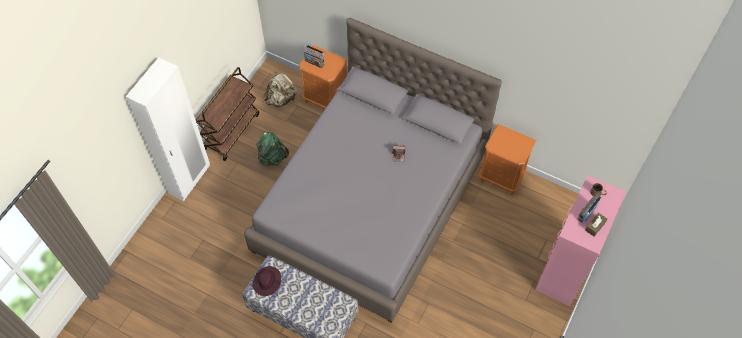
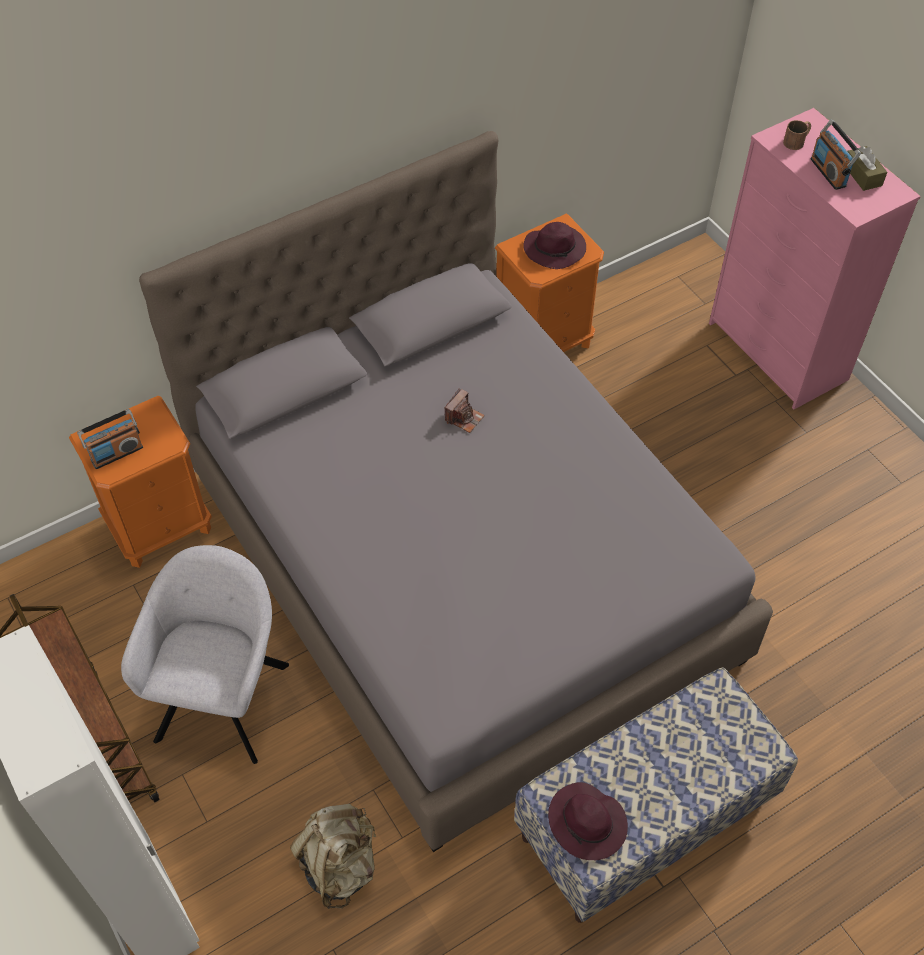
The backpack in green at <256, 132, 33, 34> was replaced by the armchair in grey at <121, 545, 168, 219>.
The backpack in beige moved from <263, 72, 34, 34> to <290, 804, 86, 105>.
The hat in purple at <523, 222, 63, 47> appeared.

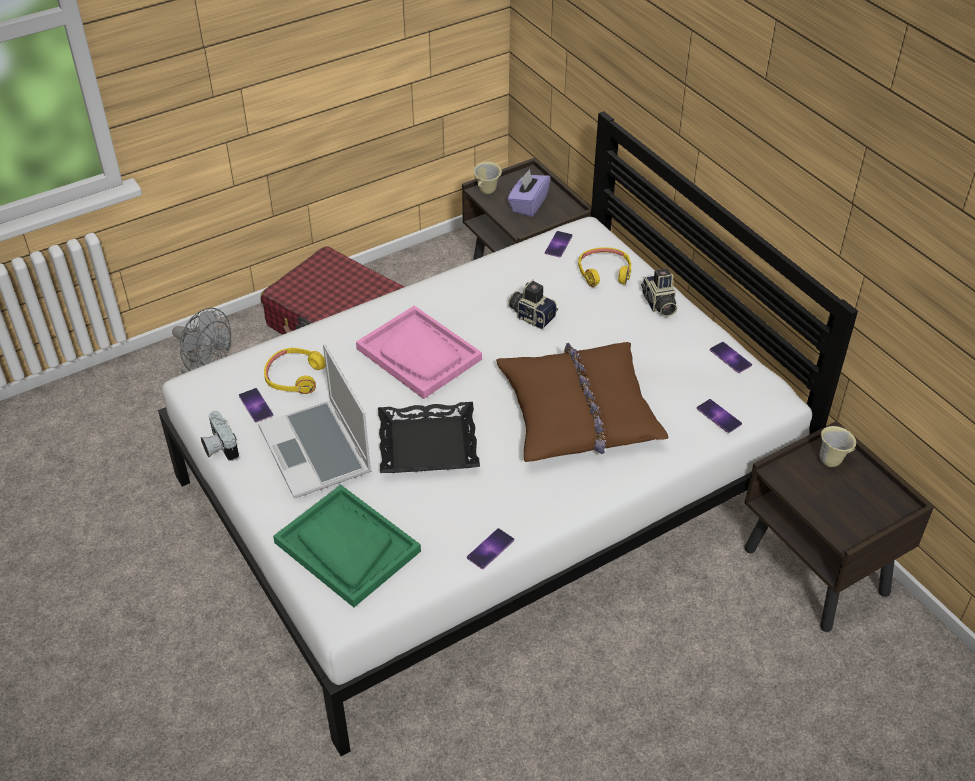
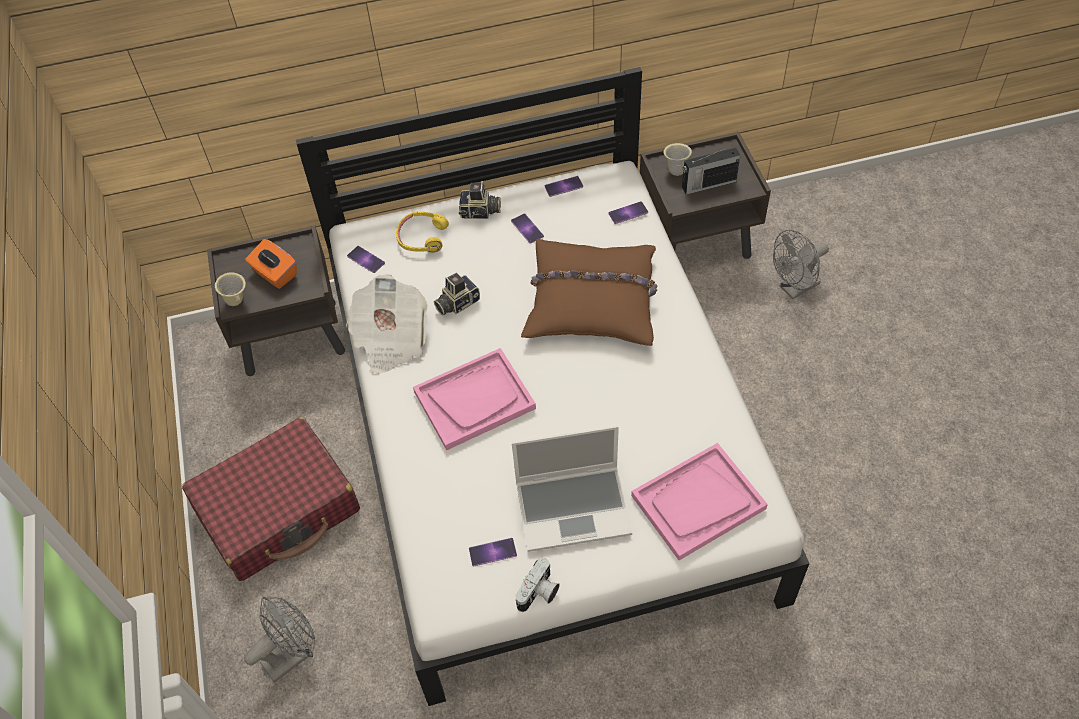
The photo camera at <201, 411, 38, 50> turned 45 degrees counterclockwise.
The headphones in yellow at <264, 348, 61, 46> disappeared.
The tray in green at <273, 485, 148, 122> became the tray in pink at <631, 443, 137, 117>.
The tray in black at <378, 402, 102, 71> disappeared.
The phone moved from <467, 528, 47, 41> to <511, 213, 33, 31>.
The tissue box in purple at <507, 169, 44, 48> became the tissue box in orange at <245, 239, 52, 50>.
The newspaper at <346, 274, 82, 100> appeared.
The radio at <682, 145, 58, 50> appeared.
The fan in grey at <773, 230, 56, 69> appeared.

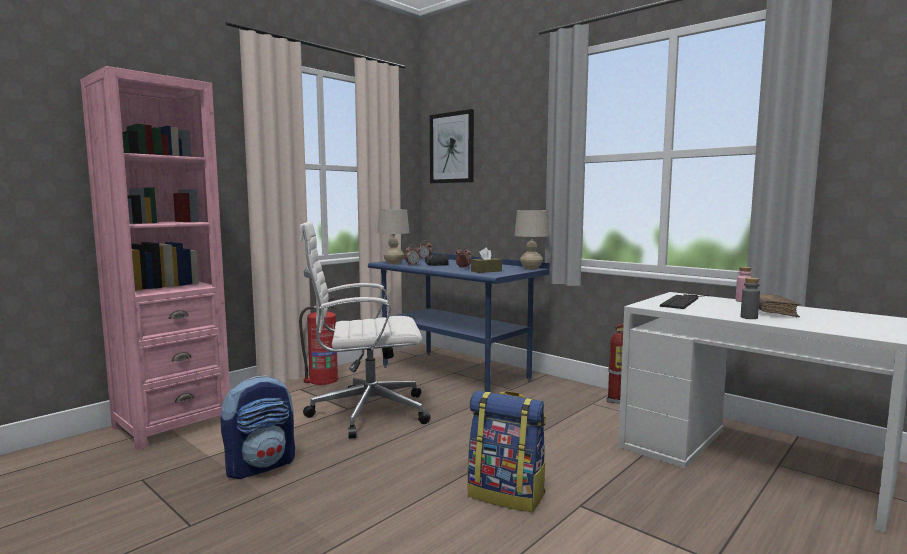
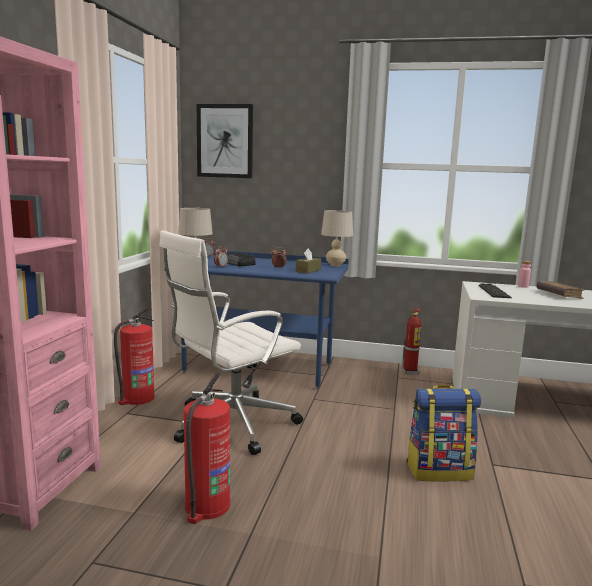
The backpack at <220, 375, 75, 104> was replaced by the fire extinguisher at <184, 373, 46, 151>.
The bottle in grey at <741, 277, 19, 42> disappeared.

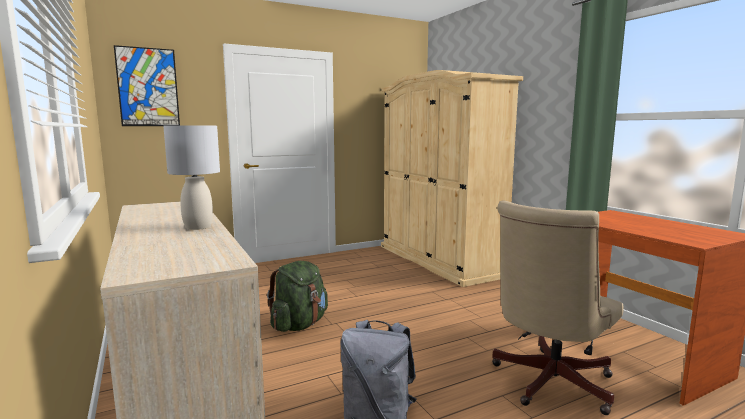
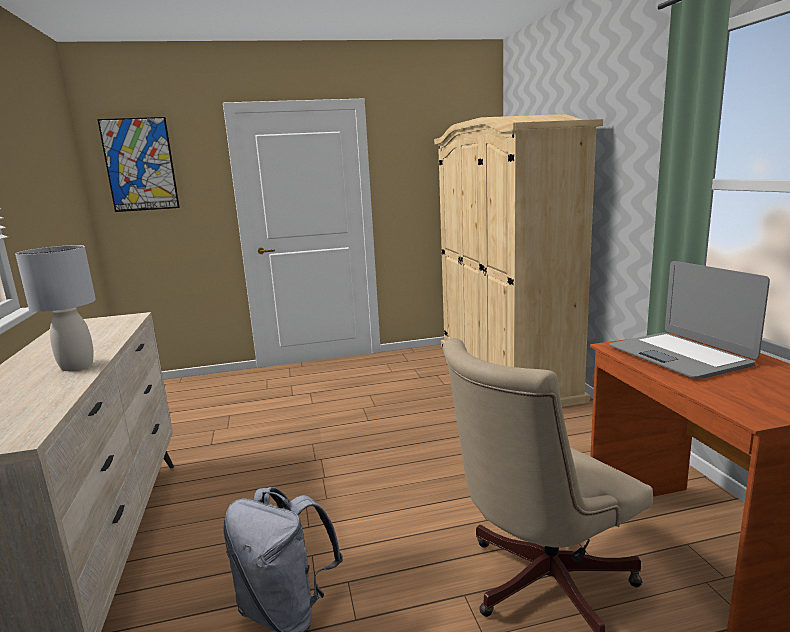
The backpack in green at <267, 261, 61, 71> disappeared.
The laptop at <609, 261, 161, 118> appeared.

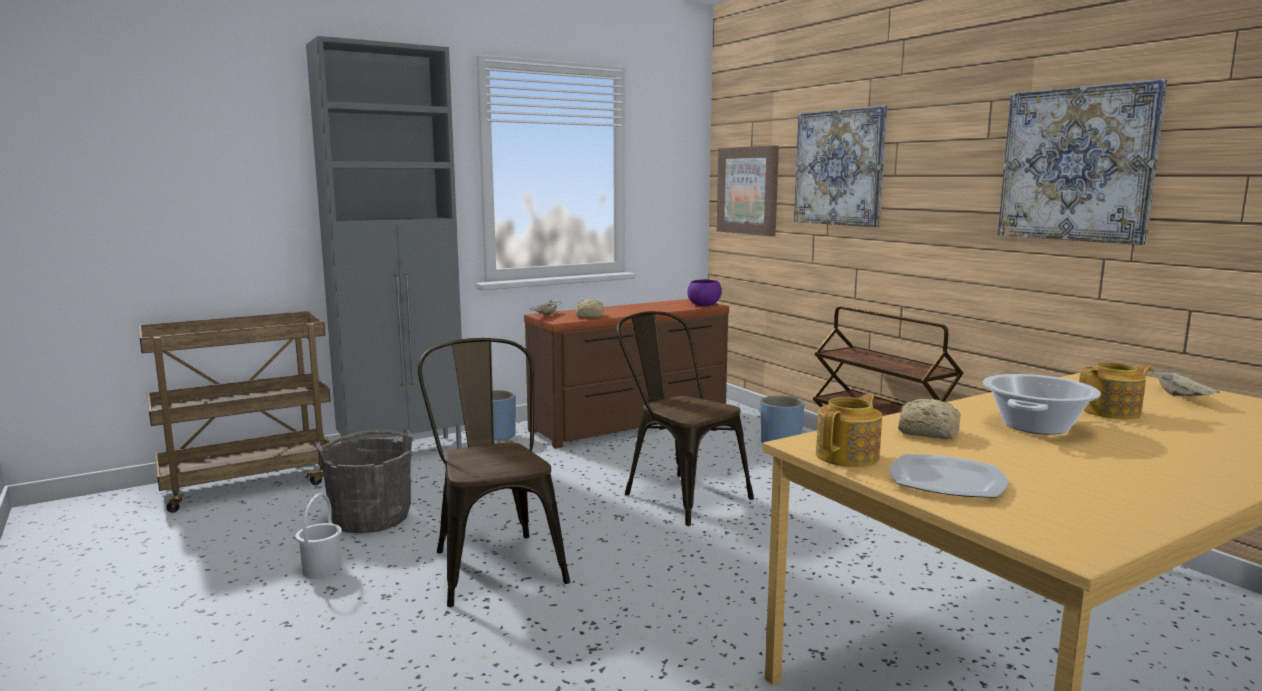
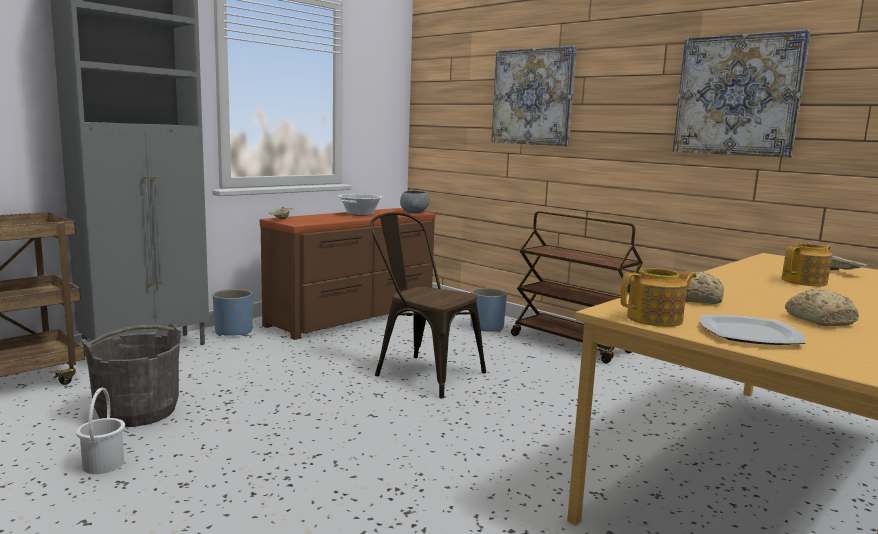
The chair in brown at <418, 338, 152, 269> disappeared.
The bread moved from <576, 299, 28, 19> to <785, 289, 74, 37>.
The bowl in purple at <687, 279, 35, 27> became the bowl in grey at <400, 191, 30, 22>.
The picture at <717, 146, 62, 90> disappeared.
The teapot at <816, 394, 66, 73> turned 45 degrees clockwise.
The cooking pot moved from <983, 374, 118, 61> to <338, 194, 45, 22>.

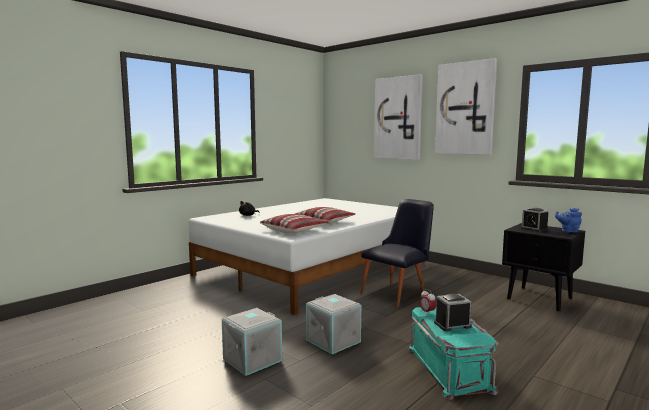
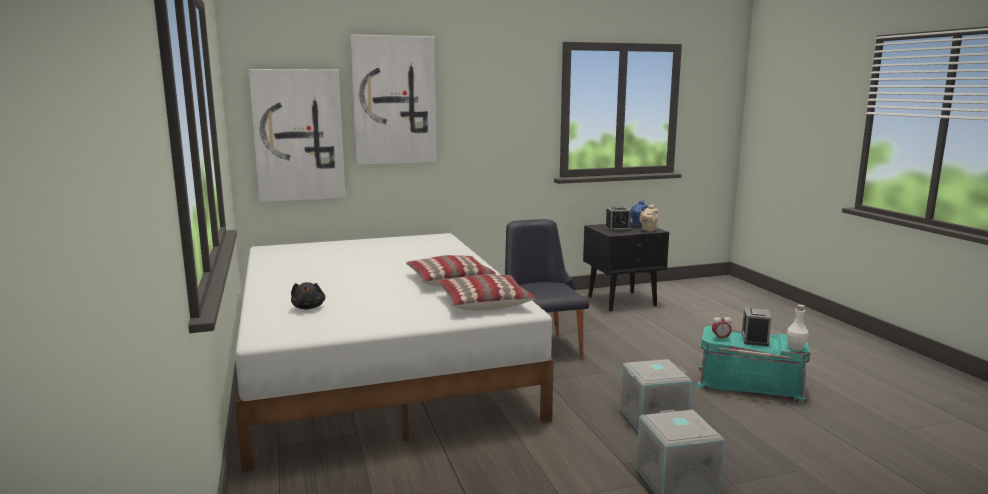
The picture moved from <435, 58, 62, 97> to <248, 69, 98, 133>.
The teapot in beige at <639, 204, 19, 28> appeared.
The bottle in white at <787, 304, 21, 47> appeared.

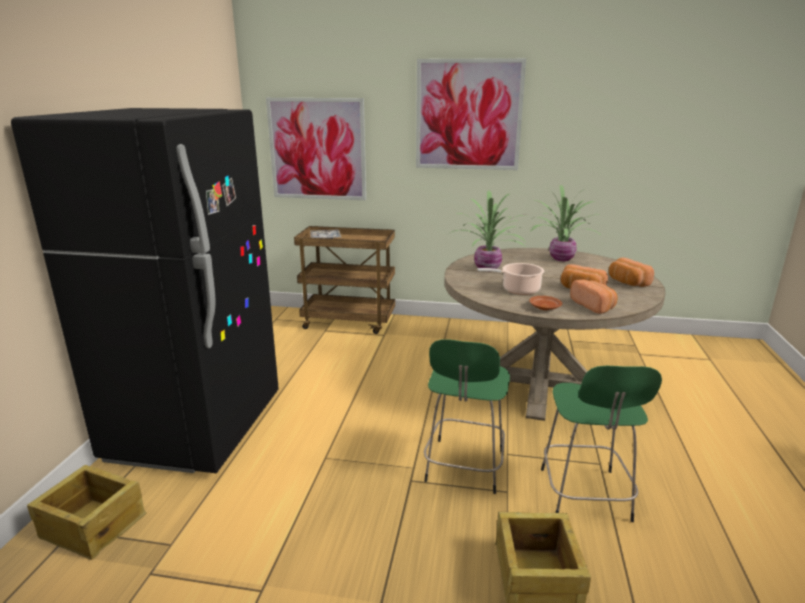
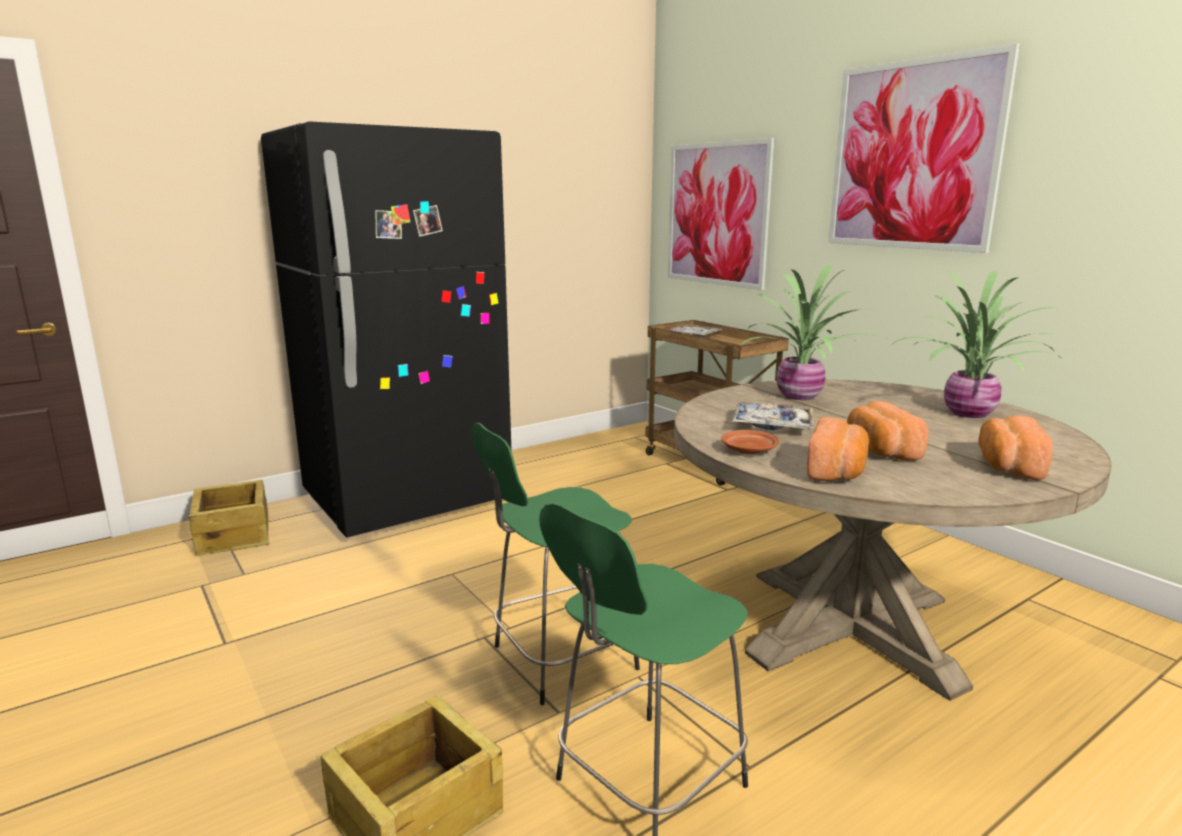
The cooking pot at <477, 263, 67, 32> was replaced by the tray at <732, 402, 81, 28>.

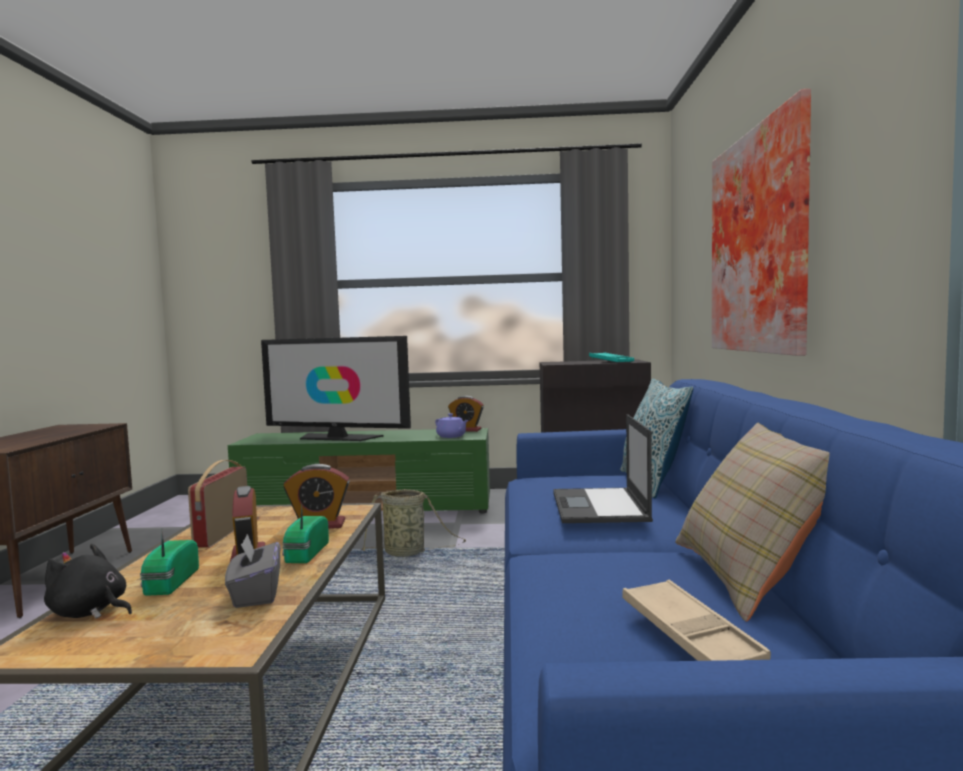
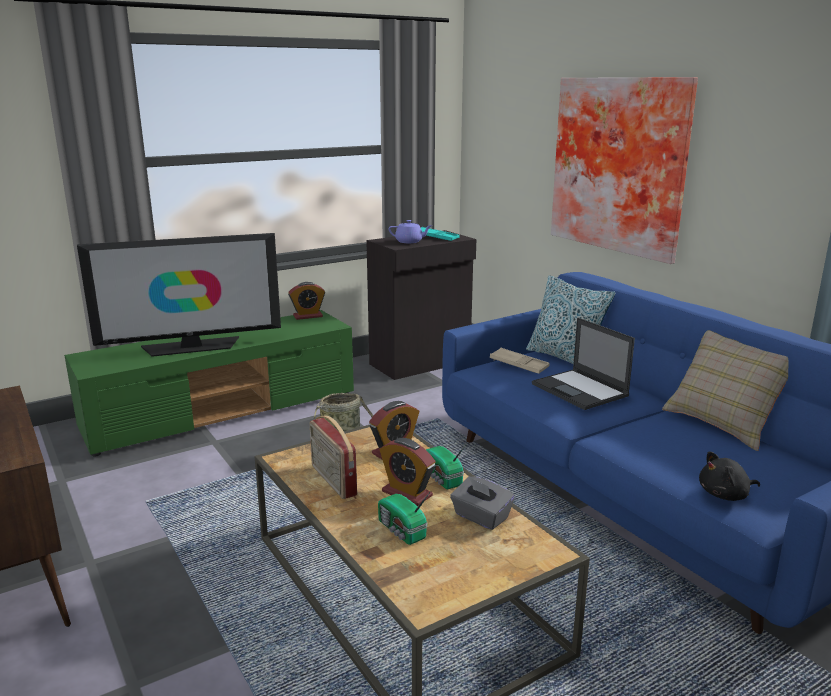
The plush toy in black moved from <44, 544, 88, 75> to <699, 451, 61, 50>.
The teapot in purple moved from <435, 413, 34, 25> to <389, 220, 44, 23>.
The tray in beige moved from <622, 580, 149, 81> to <490, 348, 59, 26>.

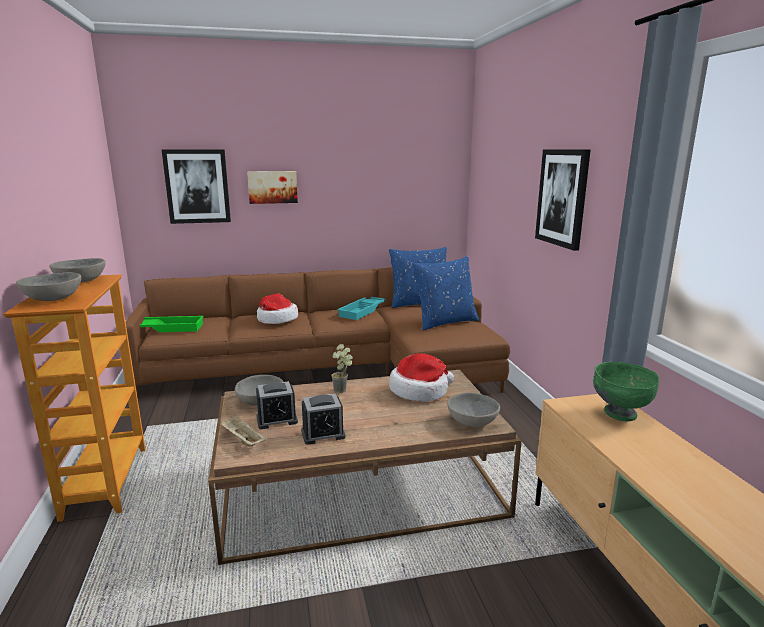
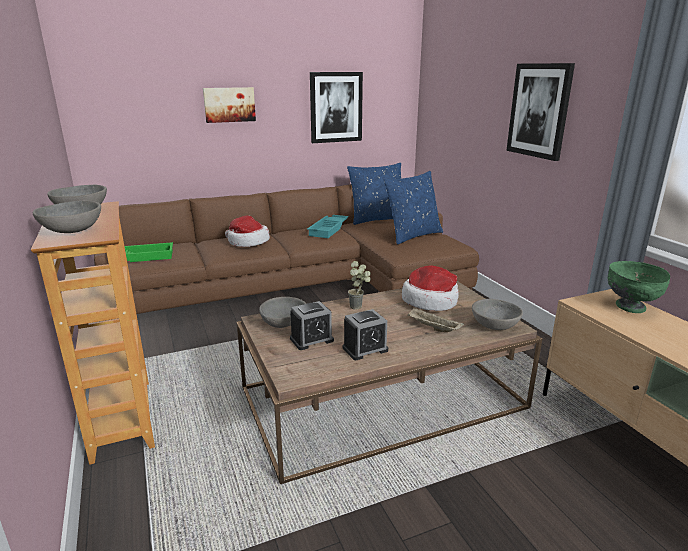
The picture moved from <162, 149, 69, 75> to <310, 72, 53, 71>.
The tray in beige moved from <219, 414, 48, 33> to <407, 308, 57, 24>.

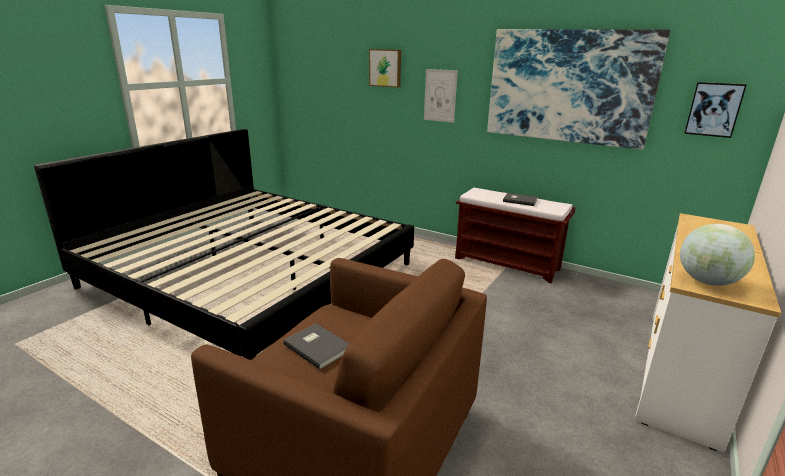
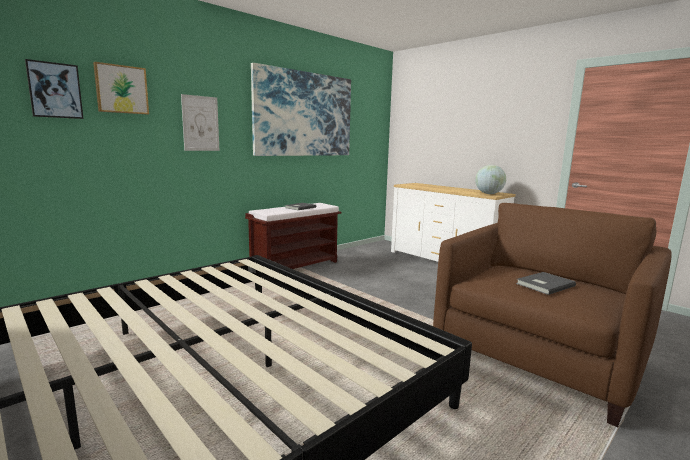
The picture moved from <684, 82, 63, 56> to <25, 59, 58, 60>.

